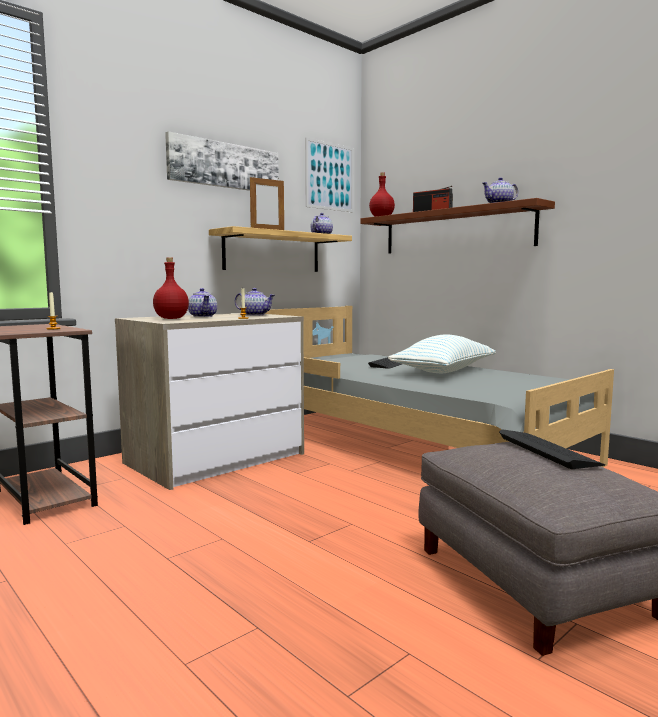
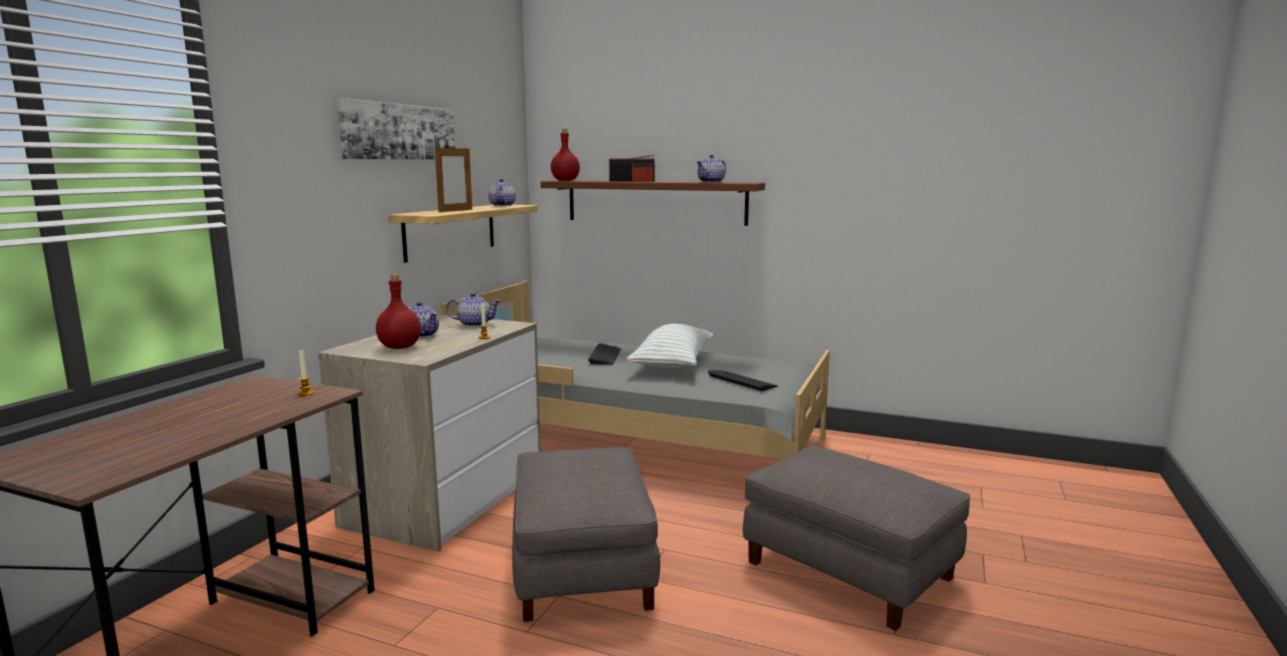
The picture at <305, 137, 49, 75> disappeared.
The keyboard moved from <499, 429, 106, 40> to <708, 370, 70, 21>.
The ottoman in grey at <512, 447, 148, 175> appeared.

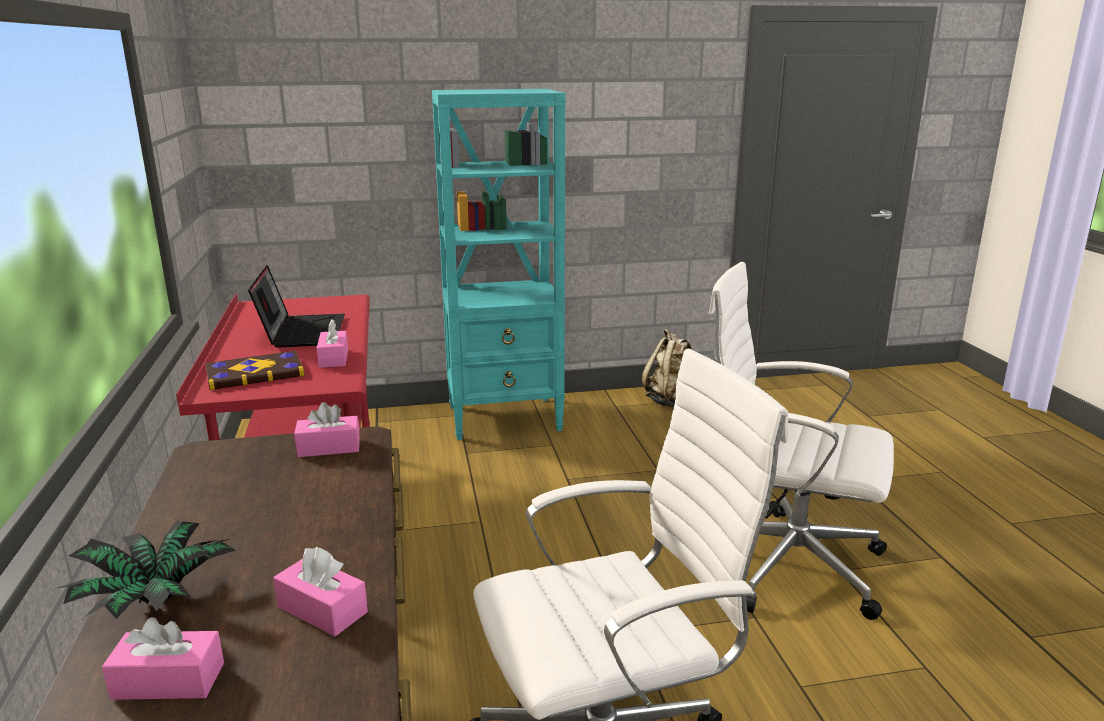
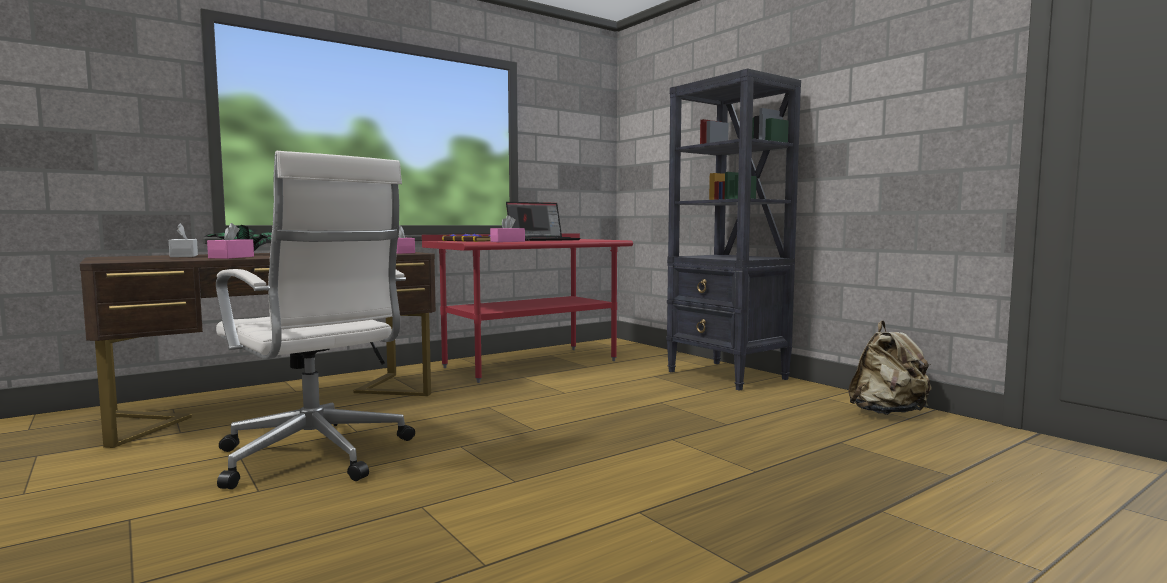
The tissue box in pink at <102, 617, 122, 83> became the tissue box in white at <169, 223, 29, 34>.
The bookcase in turquoise at <432, 89, 134, 351> became the bookcase in black at <666, 68, 135, 323>.
The office chair in white at <709, 262, 185, 358> disappeared.

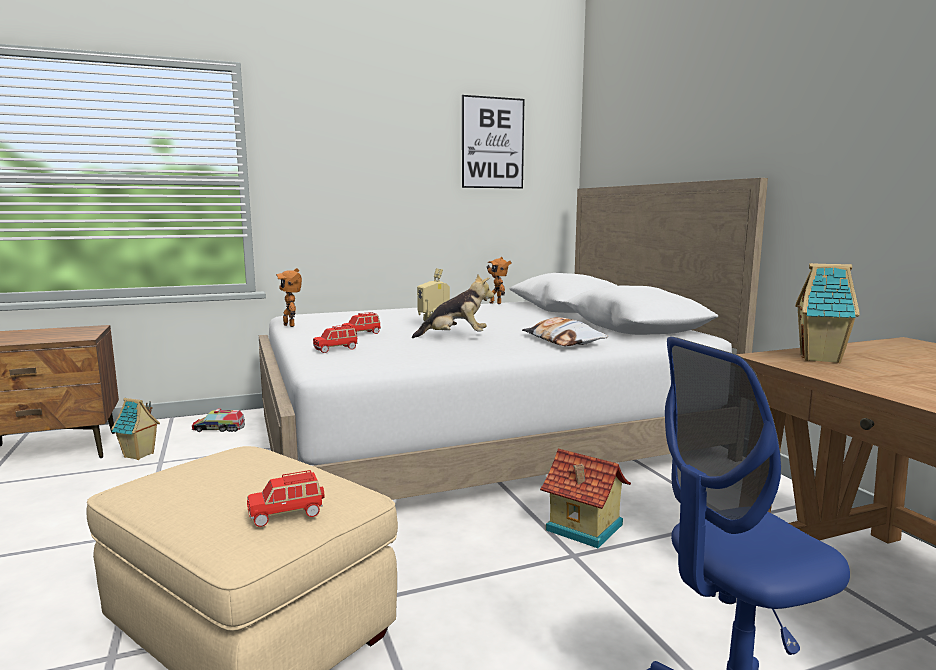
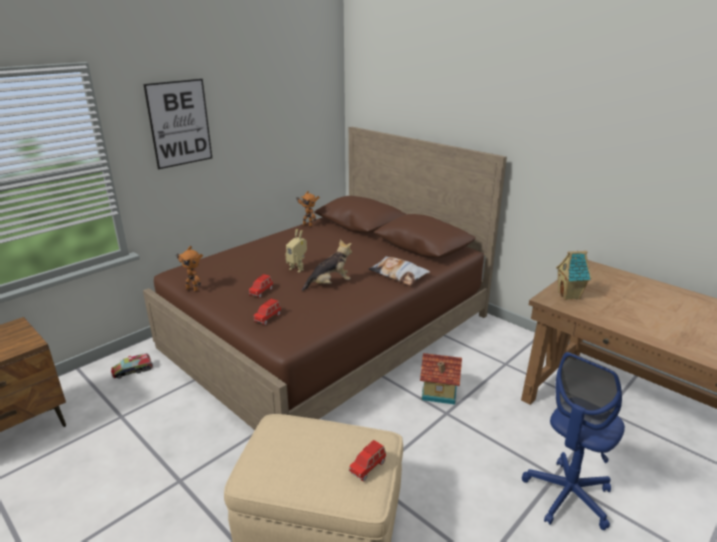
The toy house at <111, 398, 49, 62> disappeared.
The bed in white at <259, 178, 509, 322> became the bed in brown at <143, 127, 364, 303>.
The picture moved from <462, 95, 62, 93> to <143, 79, 69, 90>.

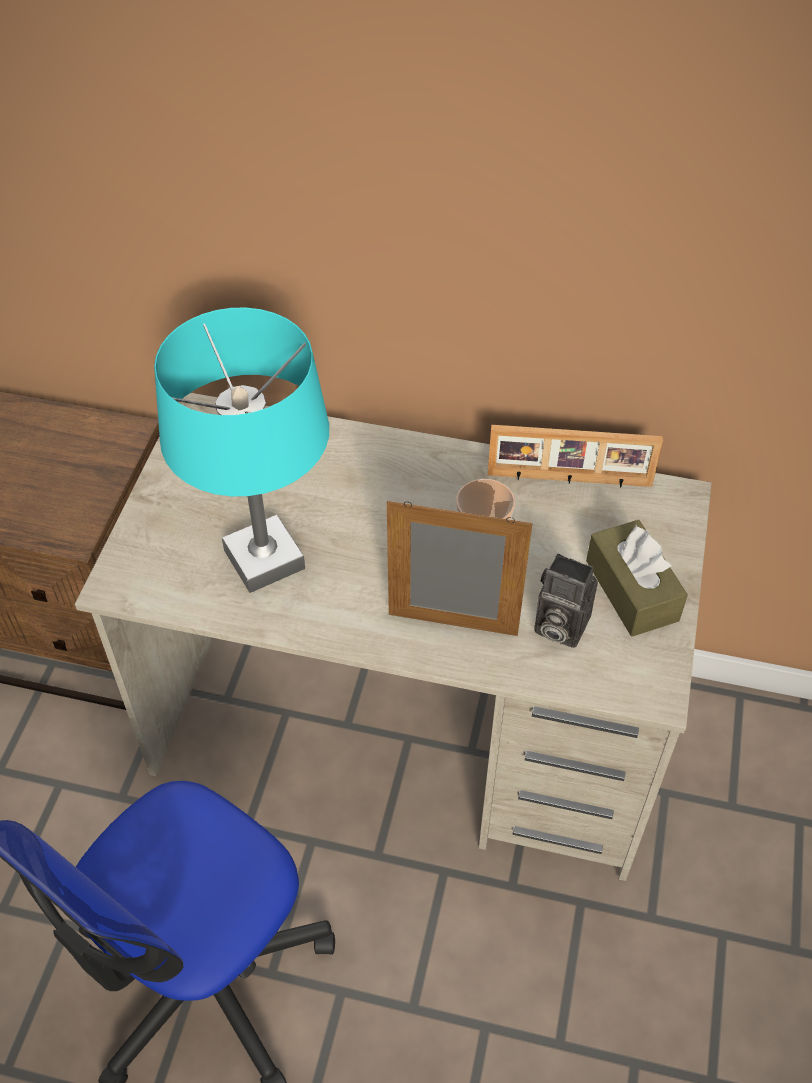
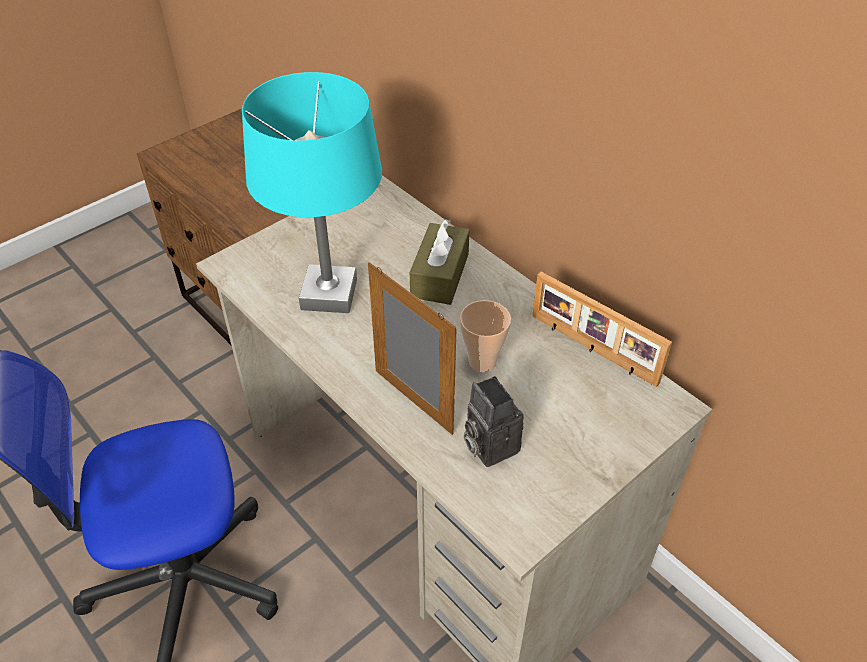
The tissue box in brown moved from <586, 520, 102, 117> to <410, 219, 60, 86>.

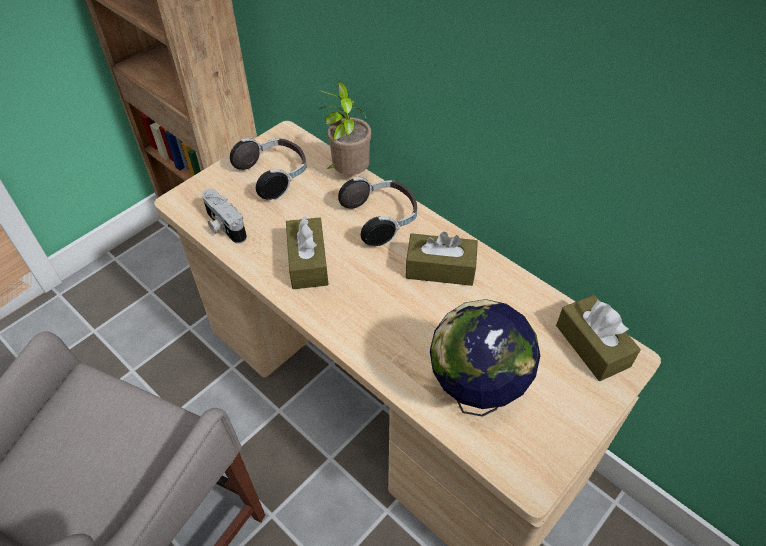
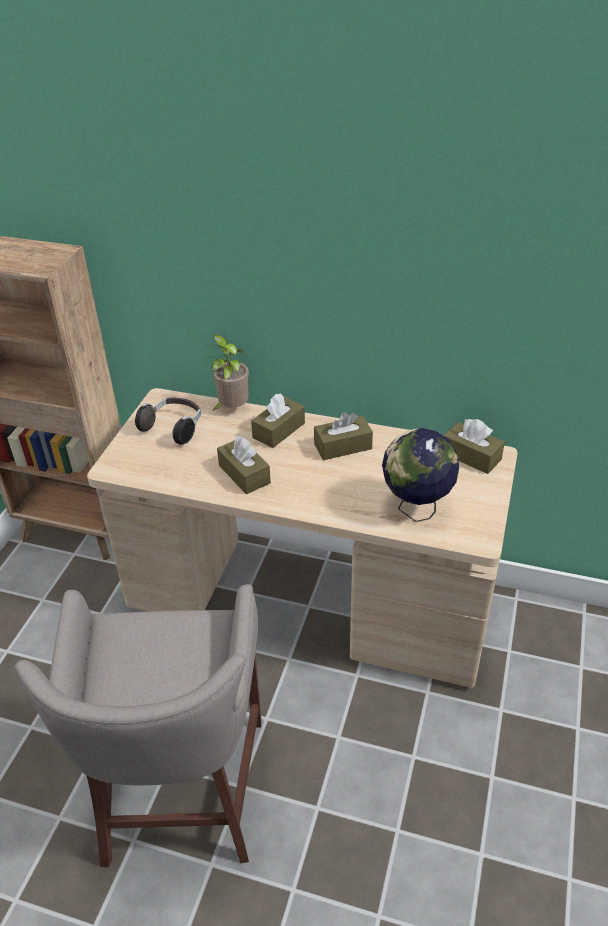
The photo camera at <202, 189, 45, 55> disappeared.
The headphones at <338, 177, 79, 69> was replaced by the tissue box in brown at <251, 394, 54, 54>.

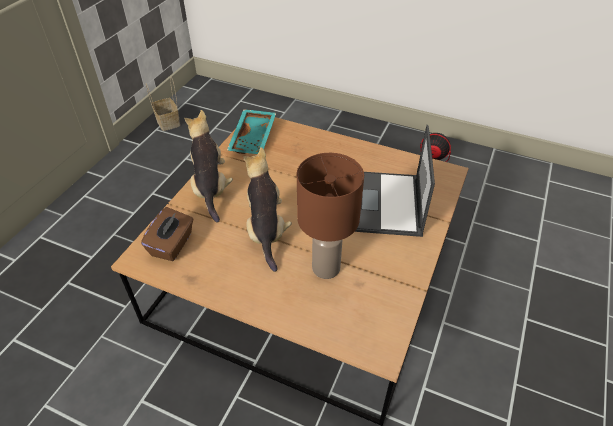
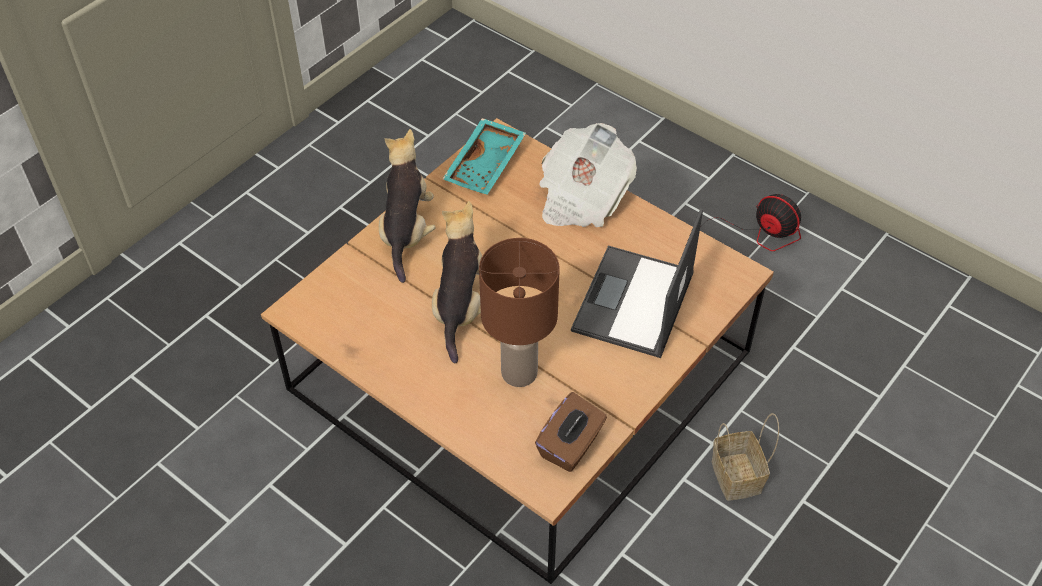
The tissue box in brown moved from <141, 207, 53, 54> to <535, 392, 72, 80>.
The basket moved from <146, 77, 34, 54> to <712, 413, 67, 88>.
The newspaper at <539, 123, 98, 105> appeared.

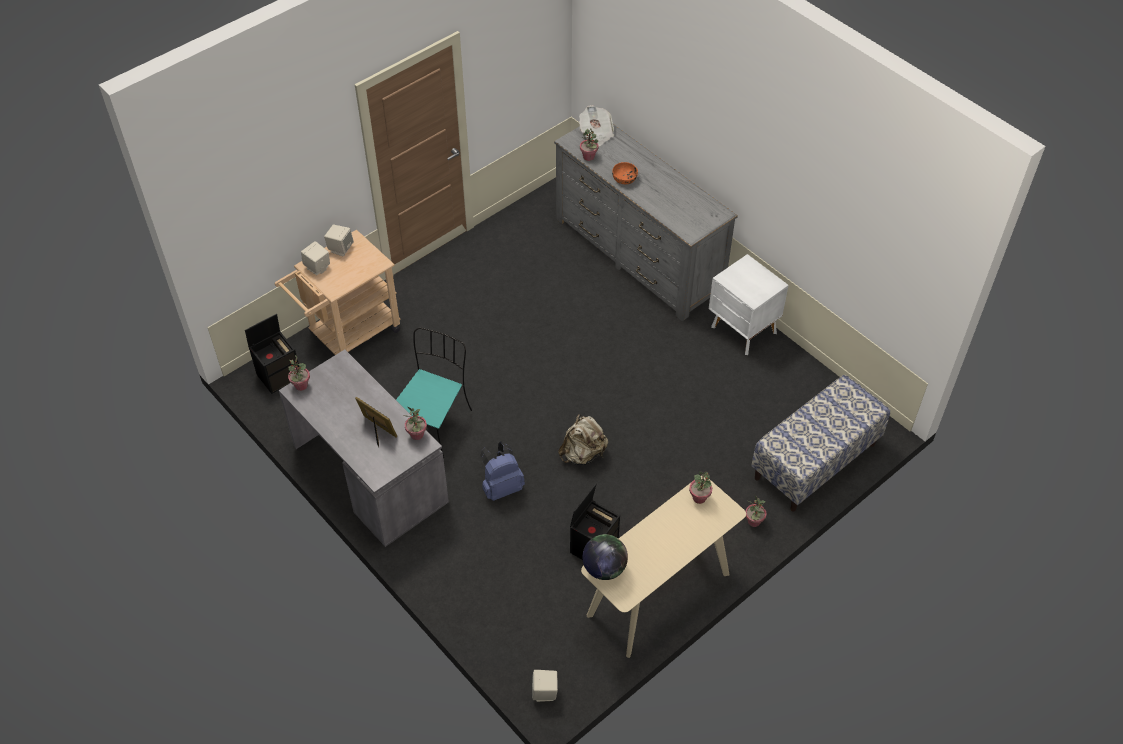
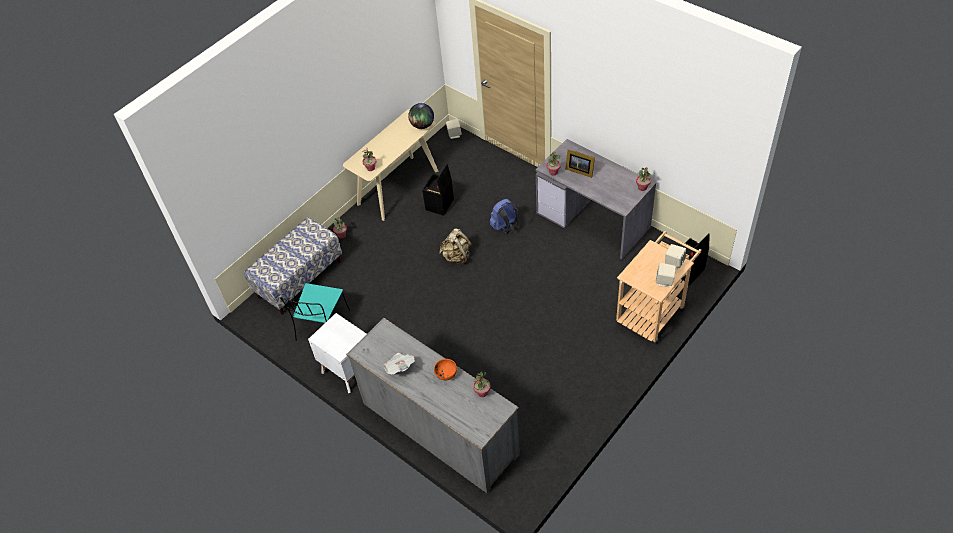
The chair in turquoise moved from <396, 328, 76, 130> to <280, 283, 70, 58>.
The newspaper moved from <579, 105, 35, 41> to <384, 353, 31, 21>.

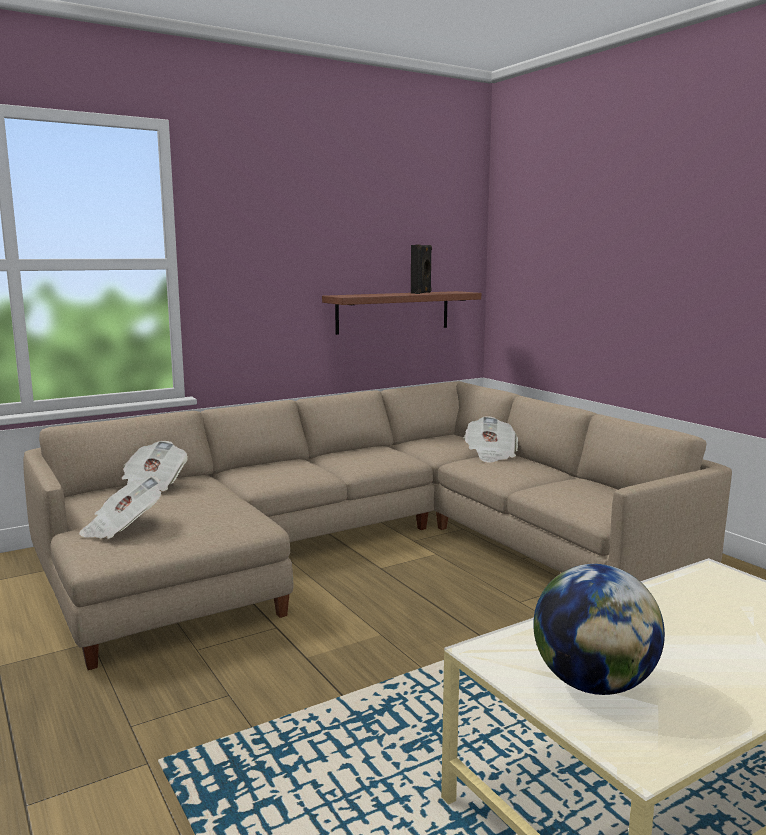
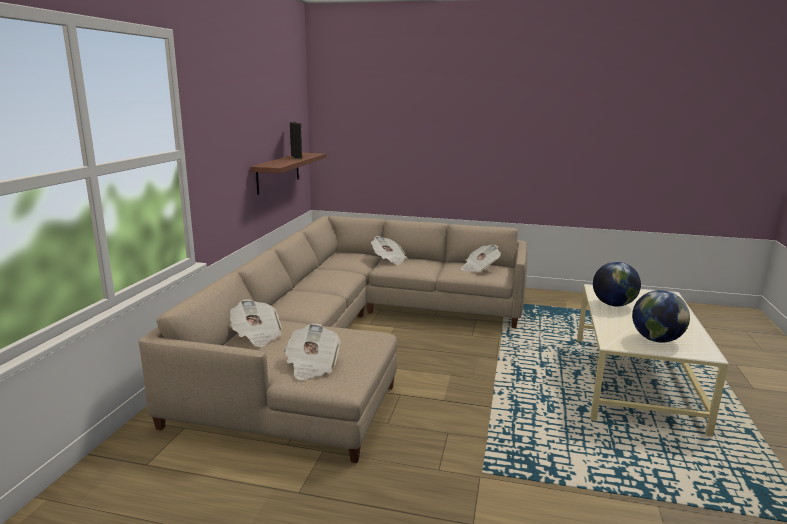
The newspaper at <461, 245, 40, 27> appeared.
The globe at <593, 262, 48, 44> appeared.

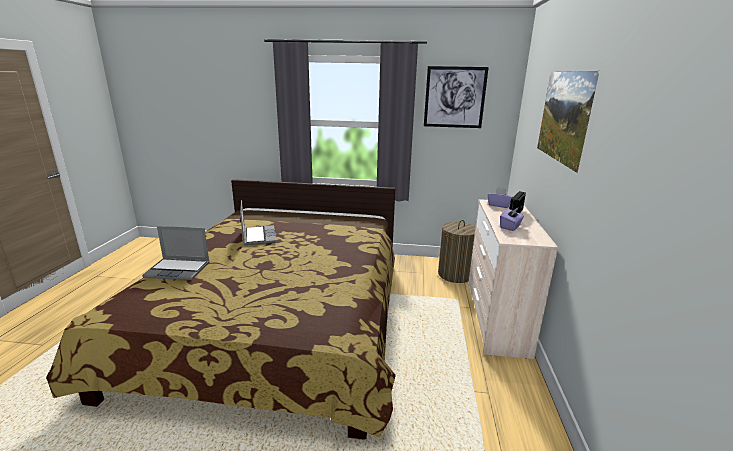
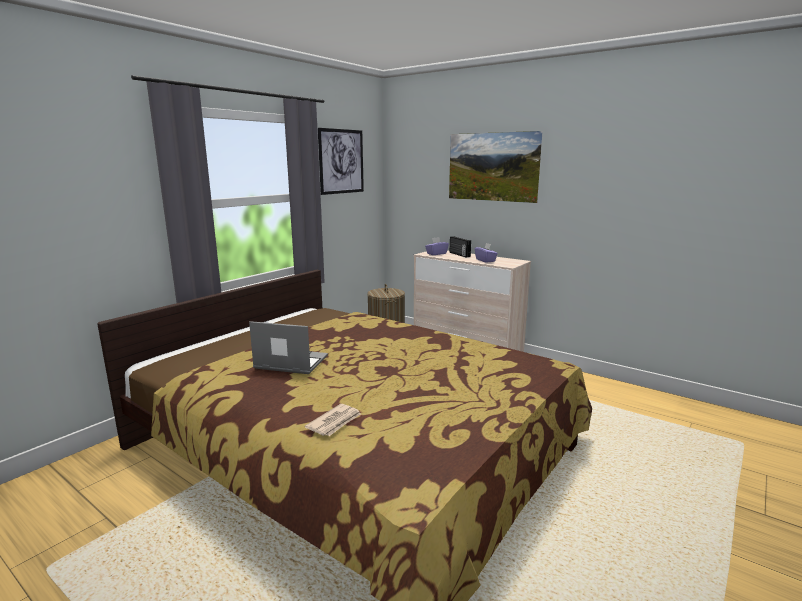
The laptop at <142, 226, 68, 54> was replaced by the newspaper at <305, 404, 56, 32>.

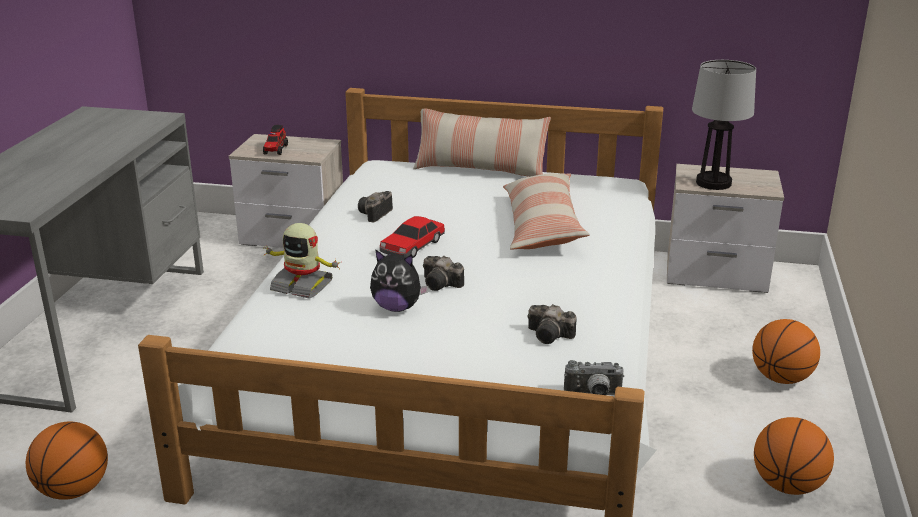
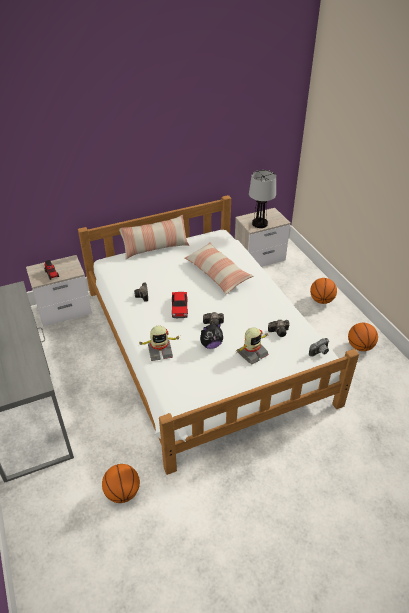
The toy robot at <236, 327, 33, 37> appeared.

